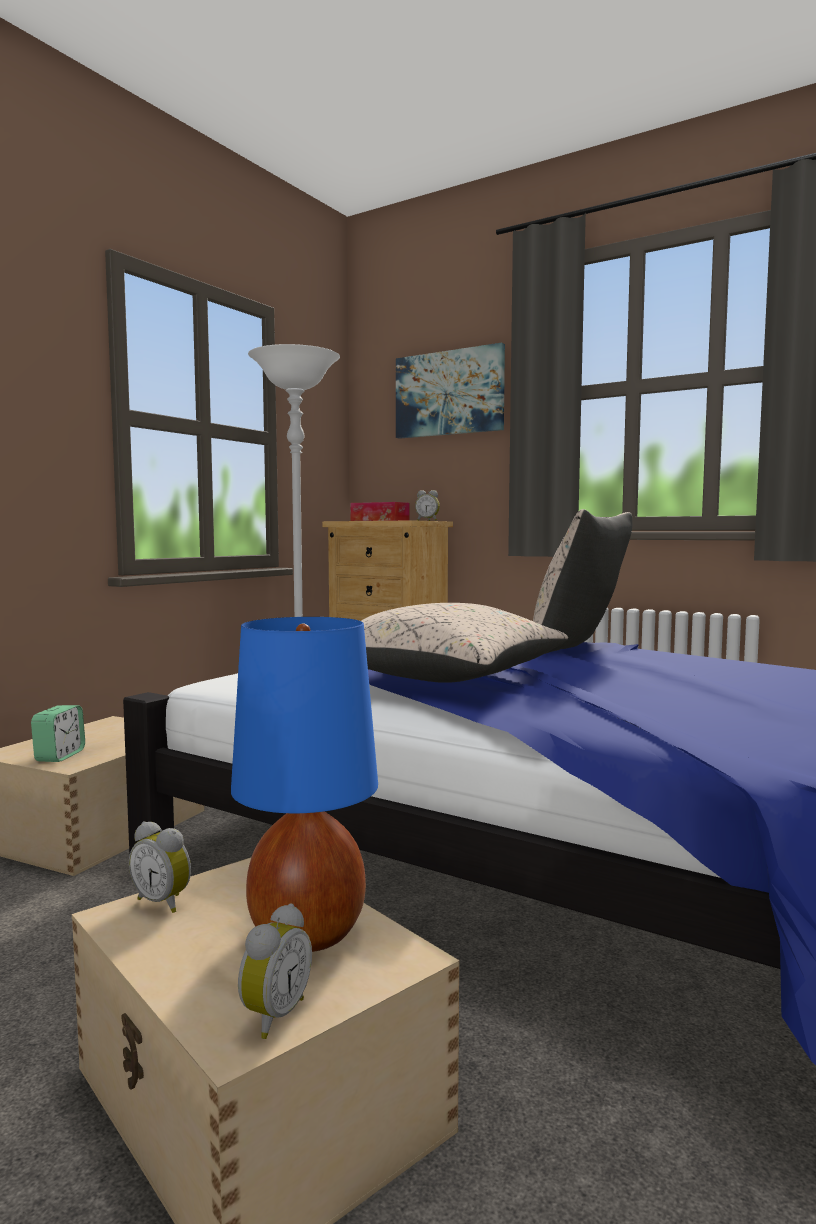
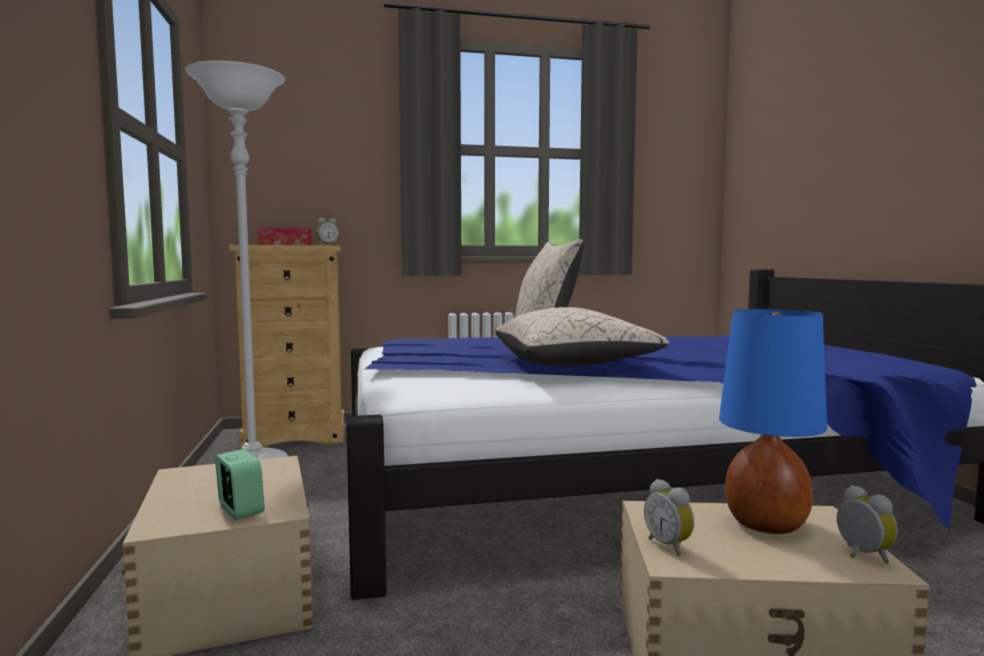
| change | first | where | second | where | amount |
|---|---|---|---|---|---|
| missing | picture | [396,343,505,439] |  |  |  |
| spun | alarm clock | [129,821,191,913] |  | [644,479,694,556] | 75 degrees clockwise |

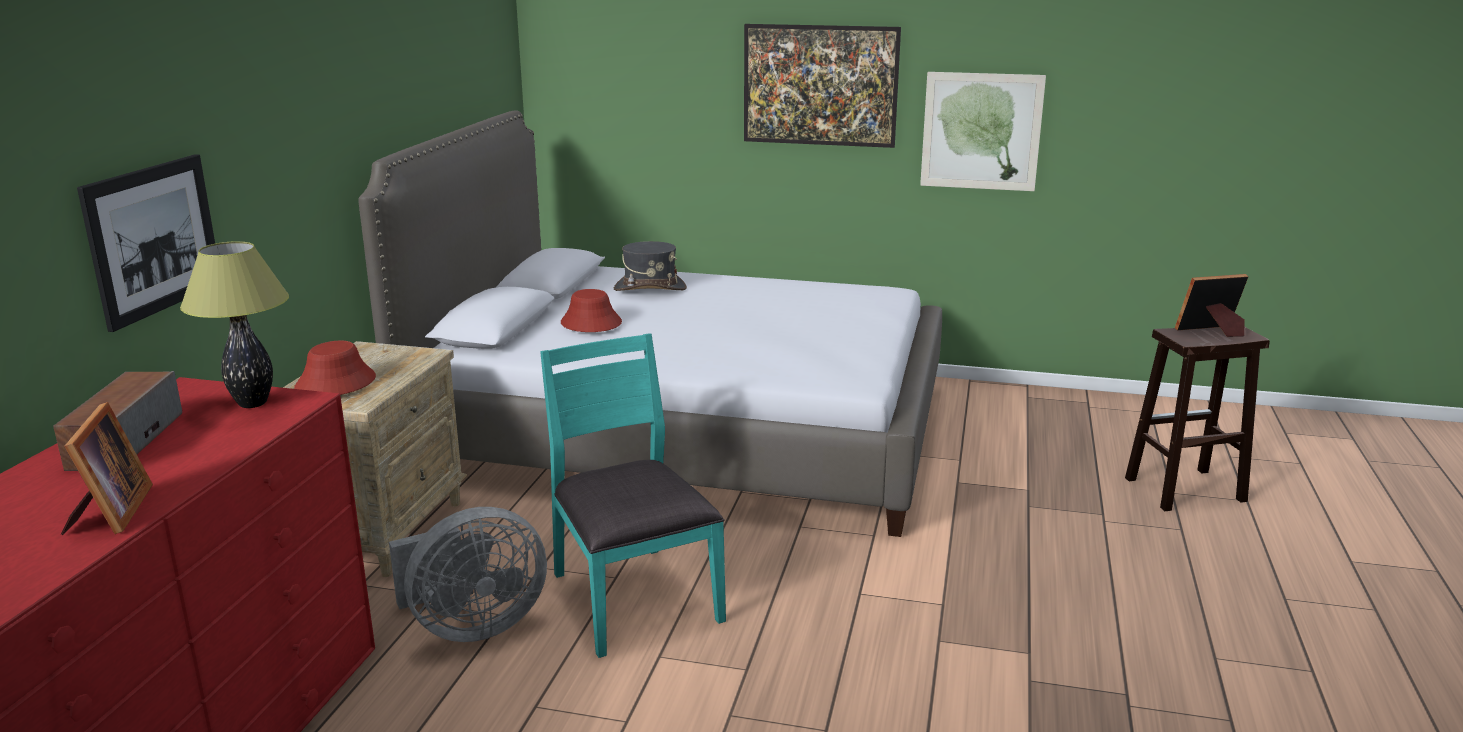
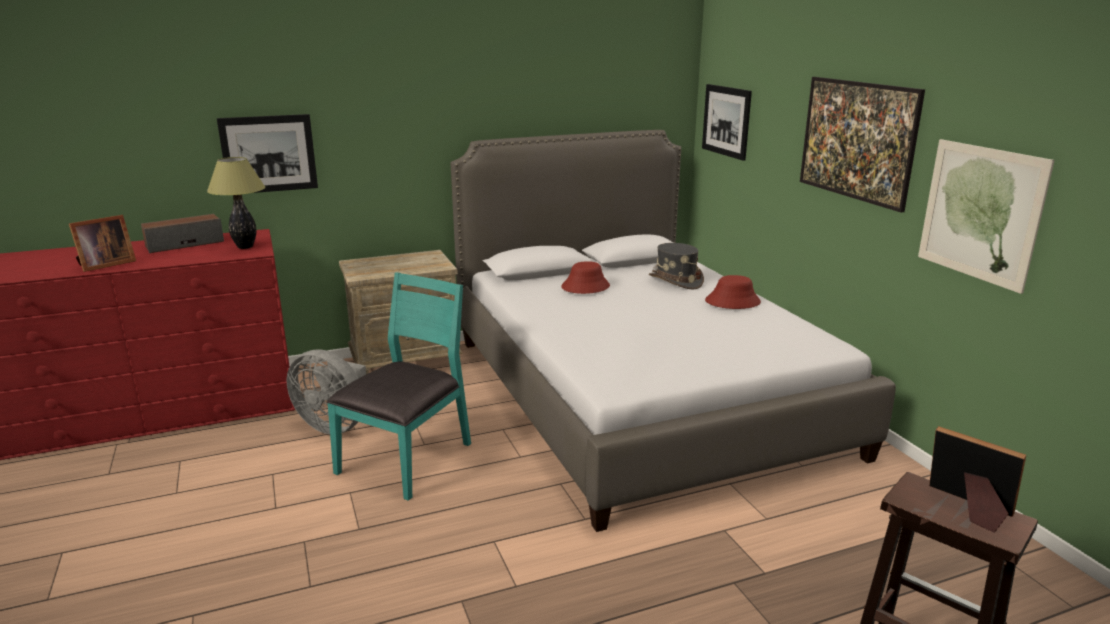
| change | first | where | second | where | amount |
|---|---|---|---|---|---|
| appeared |  |  | picture | [702,84,752,161] |  |
| relocated | hat (red) | [294,341,376,395] |  | [705,275,761,309] |  |

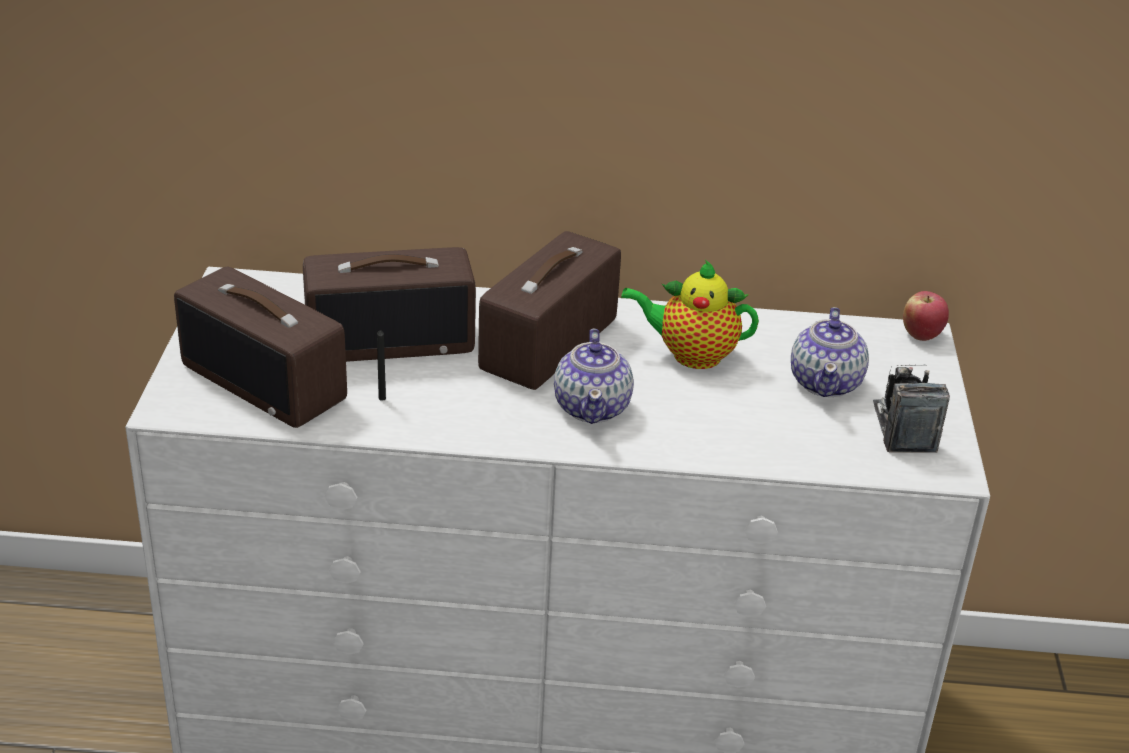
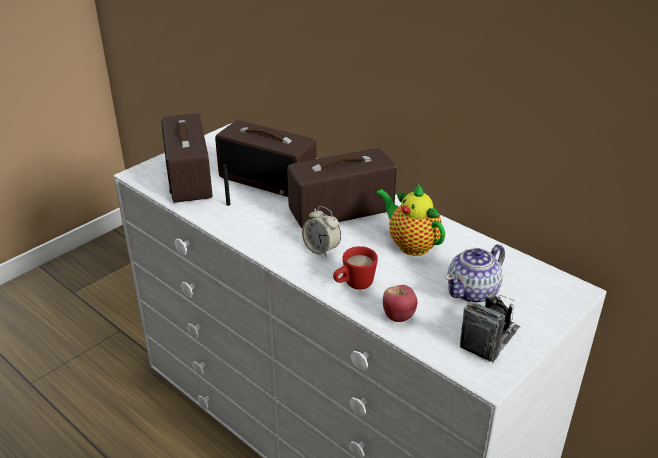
| change | first | where | second | where | amount |
|---|---|---|---|---|---|
| appeared |  |  | mug (red) | [333,246,378,290] |  |
| relocated | apple | [903,291,949,341] |  | [383,285,418,322] |  |
| exchanged | teapot | [554,329,634,424] | alarm clock | [302,206,341,258] |  |

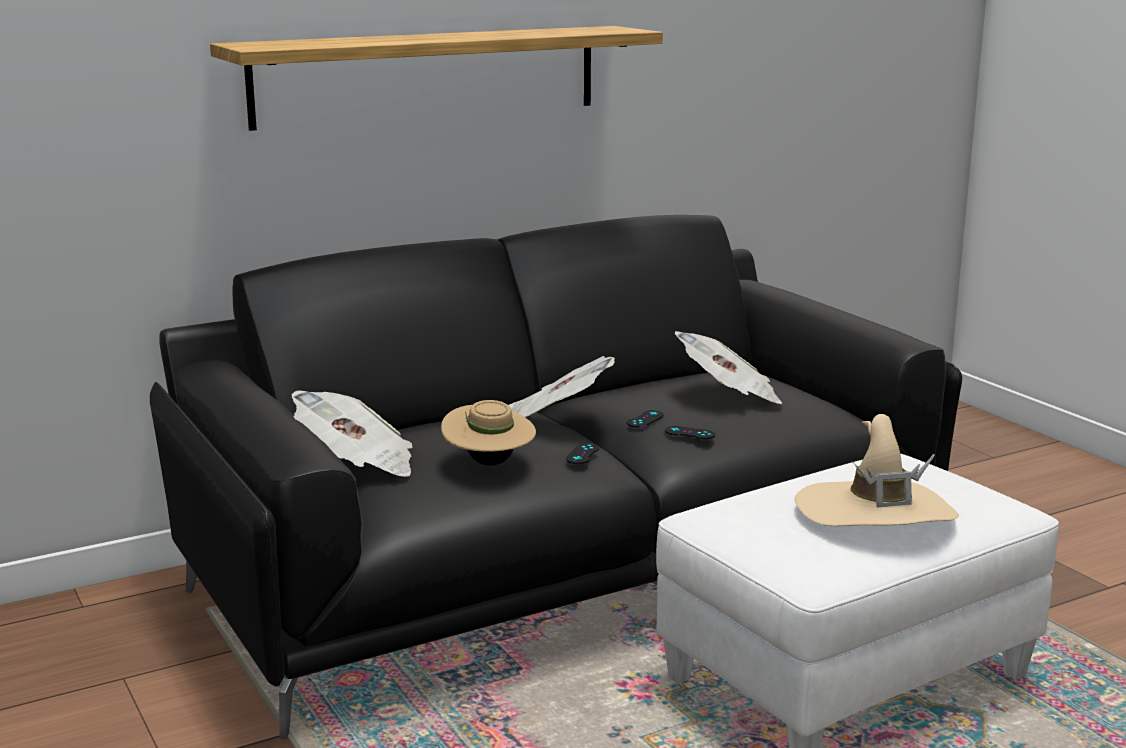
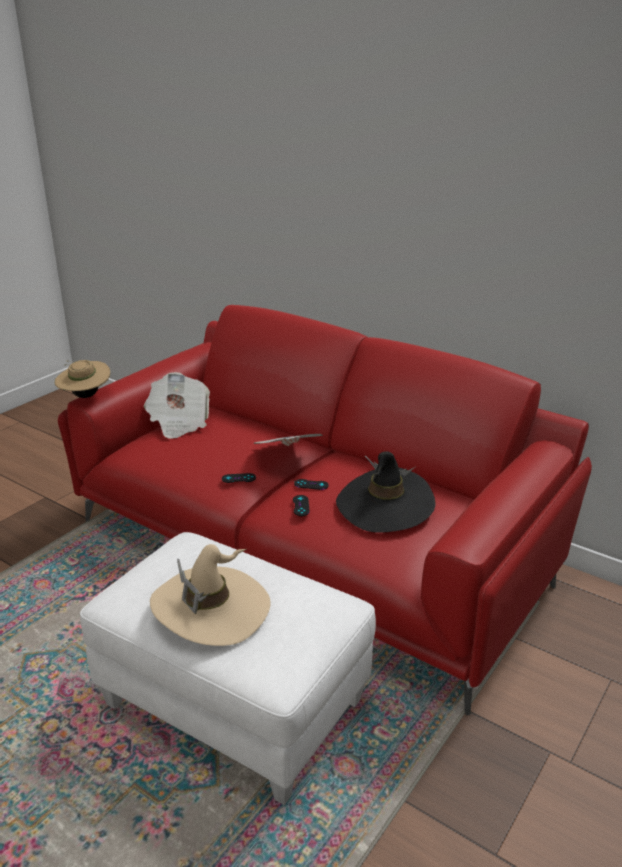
| change | first | where | second | where | amount |
|---|---|---|---|---|---|
| missing | shelf | [210,26,663,131] |  |  |  |
| relocated | hat (beige) | [441,400,536,465] |  | [55,360,110,398] |  |
| exchanged | newspaper | [675,331,783,404] | hat (black) | [336,451,436,533] |  |
| colour | sofa (black) | [150,215,962,740] | sofa (red) | [58,305,592,715] |  |

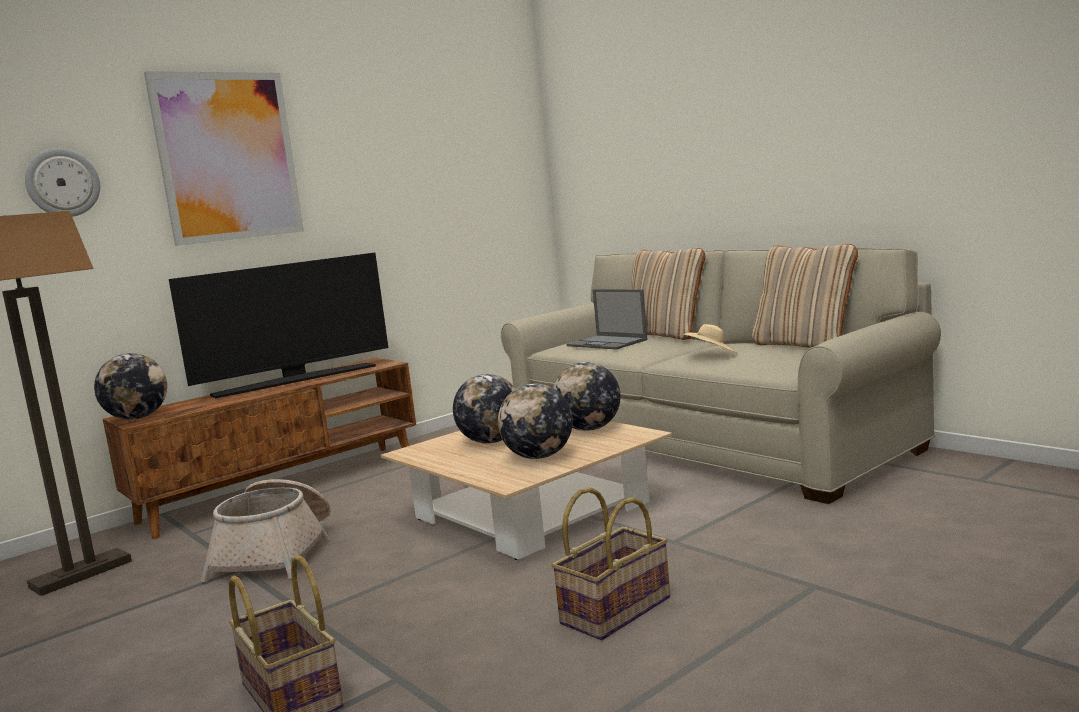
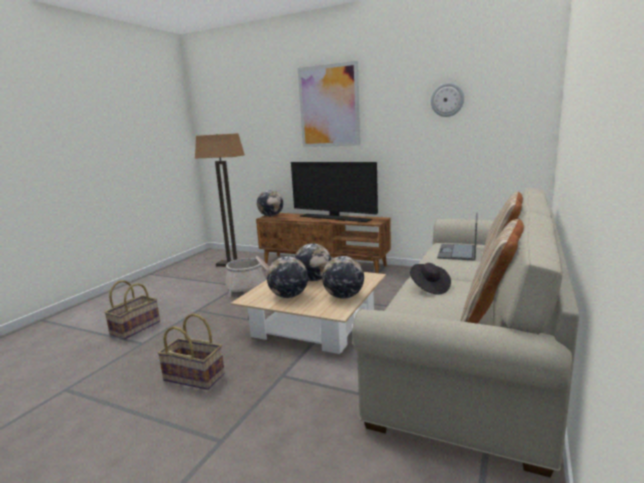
| change | first | where | second | where | amount |
|---|---|---|---|---|---|
| relocated | wall clock | [25,148,100,217] |  | [431,83,464,117] |  |
| colour | hat (beige) | [682,324,738,354] | hat (black) | [410,263,451,295] |  |

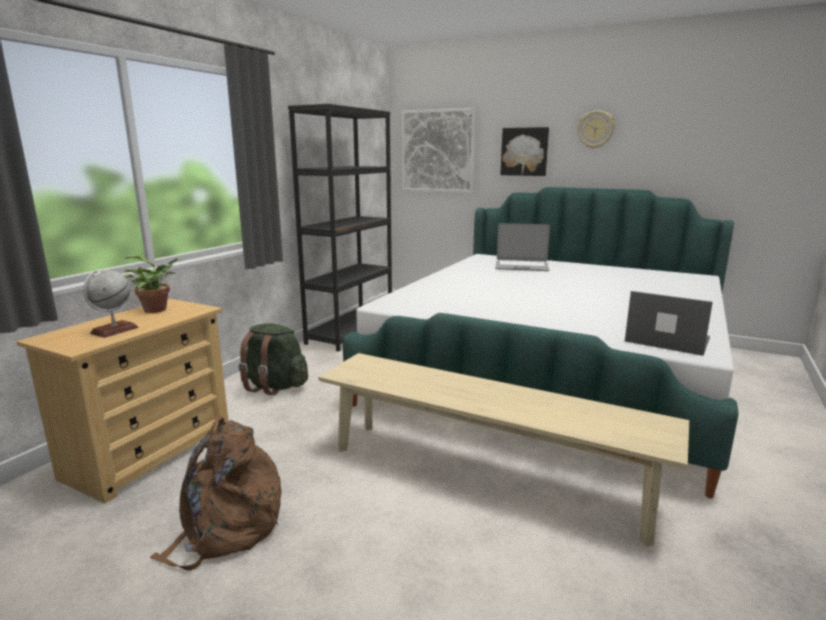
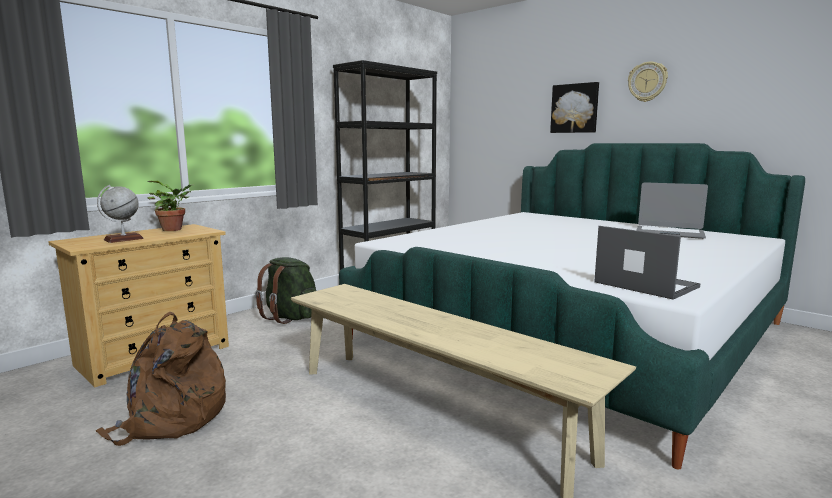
| change | first | where | second | where | amount |
|---|---|---|---|---|---|
| missing | picture | [401,108,476,193] |  |  |  |
| relocated | laptop | [495,223,550,271] |  | [637,182,708,239] |  |

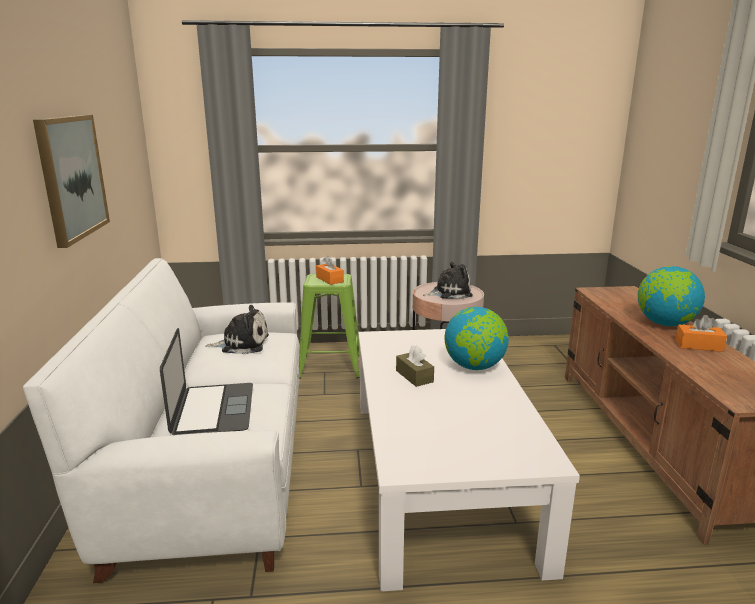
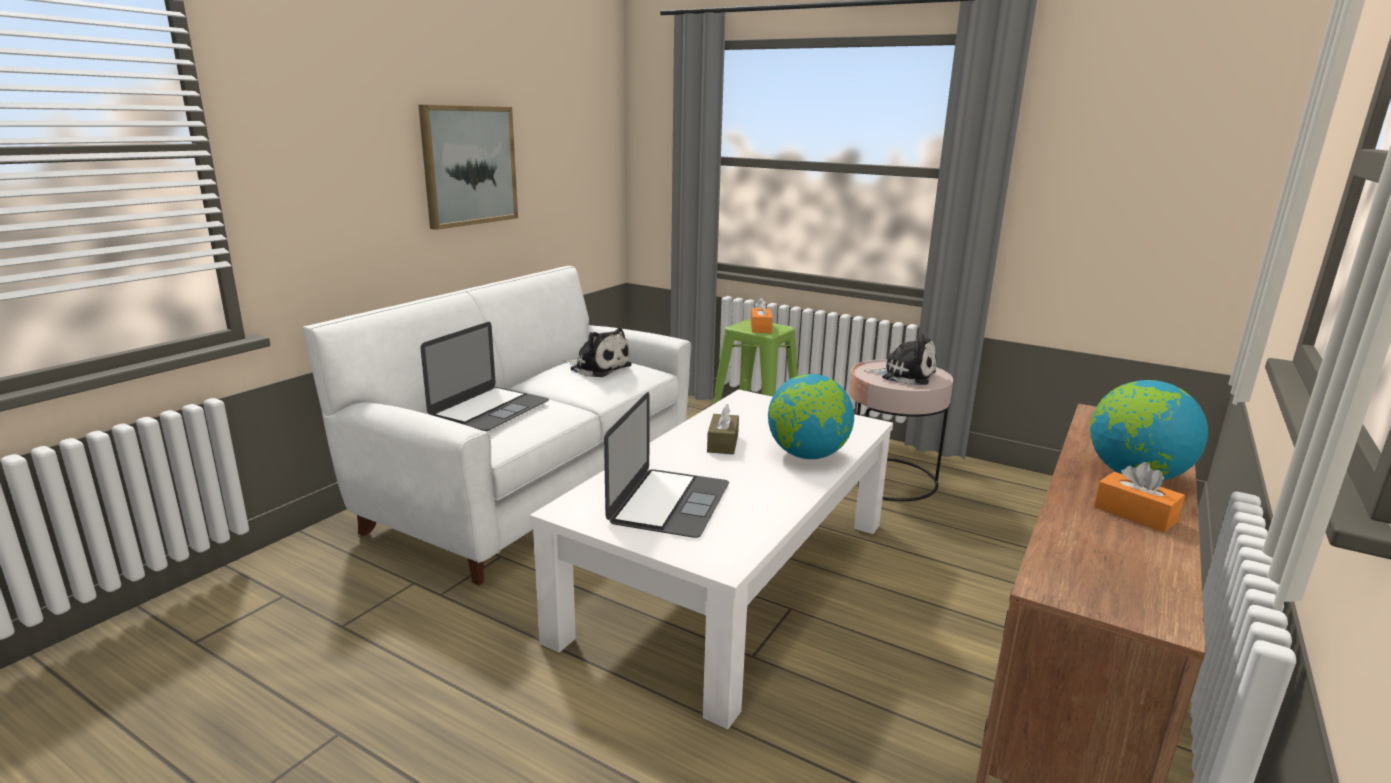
| change | first | where | second | where | amount |
|---|---|---|---|---|---|
| appeared |  |  | laptop | [604,392,729,538] |  |

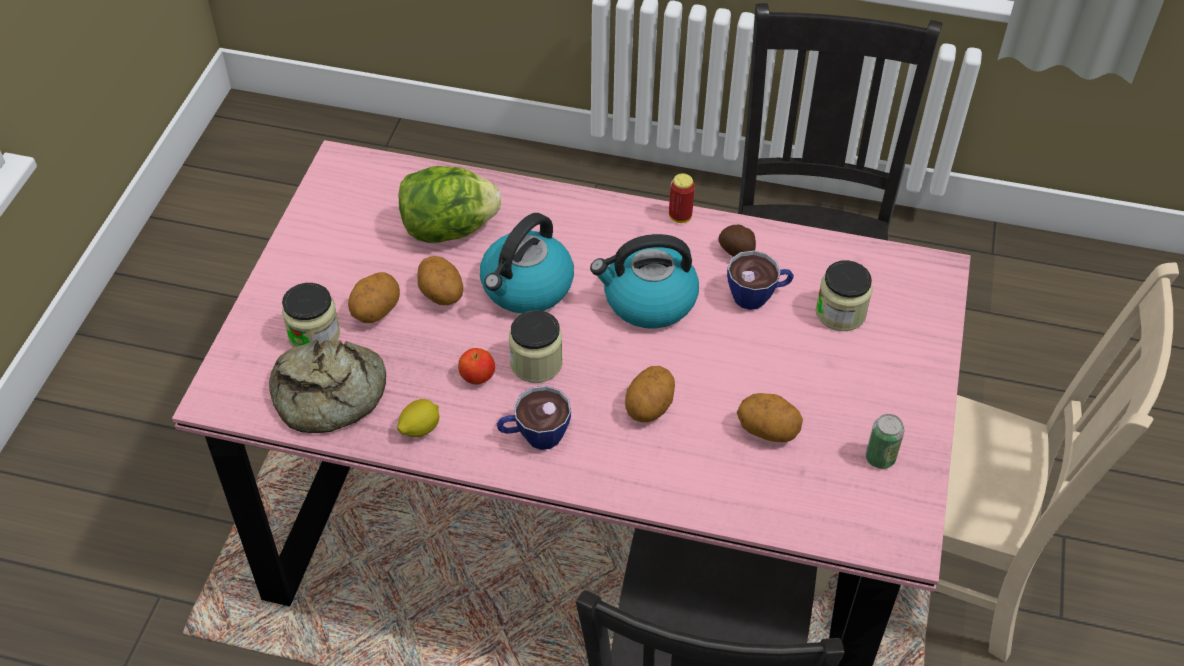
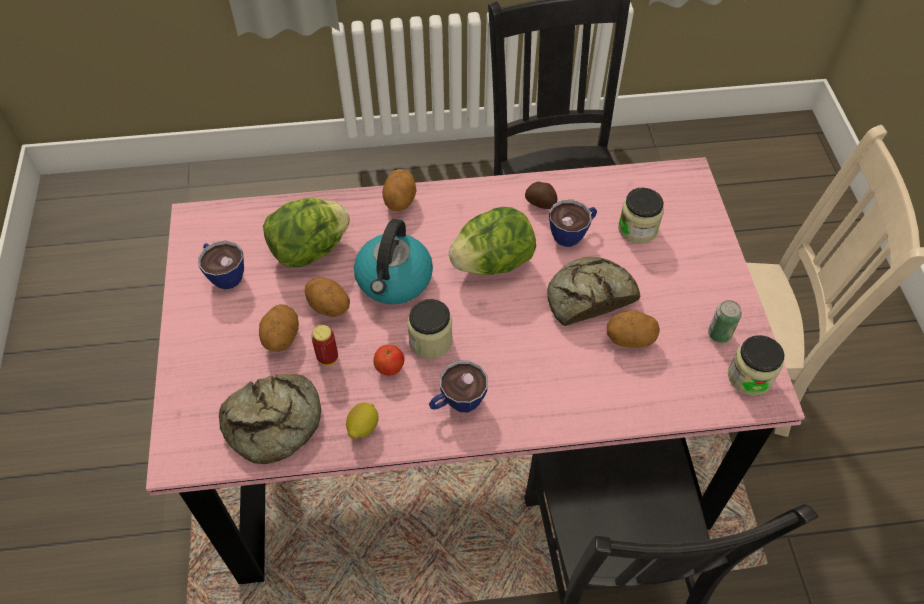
| change | first | where | second | where | amount |
|---|---|---|---|---|---|
| appeared |  |  | cup | [198,241,244,289] |  |
| appeared |  |  | bread | [547,257,640,326] |  |
| relocated | jar | [282,283,340,348] |  | [728,335,785,396] |  |
| relocated | potato | [625,366,675,422] |  | [382,169,416,211] |  |
| relocated | can | [669,173,695,223] |  | [311,325,338,366] |  |
| exchanged | kettle | [590,234,699,329] | lettuce | [449,207,536,275] |  |

